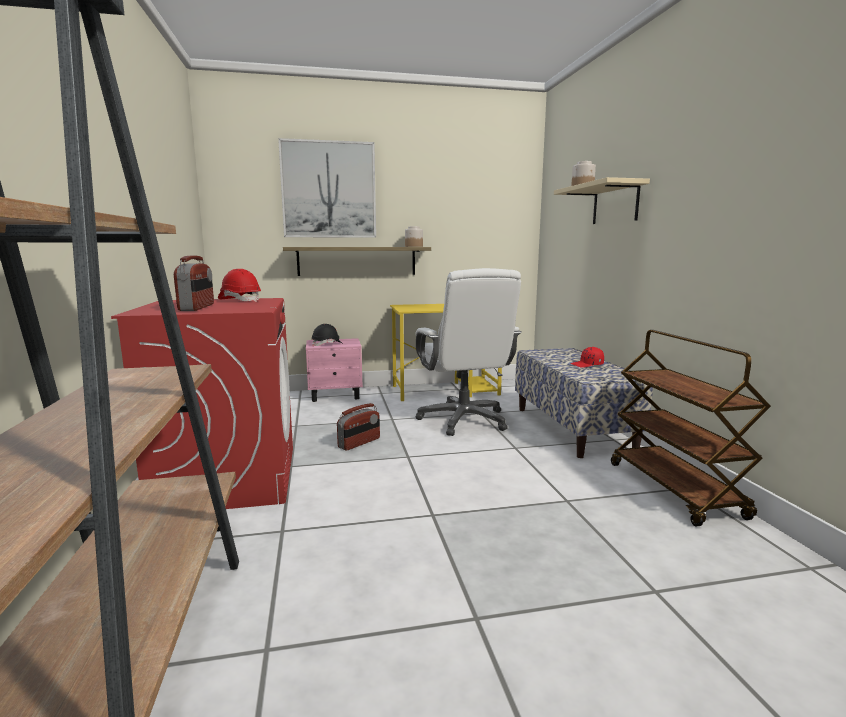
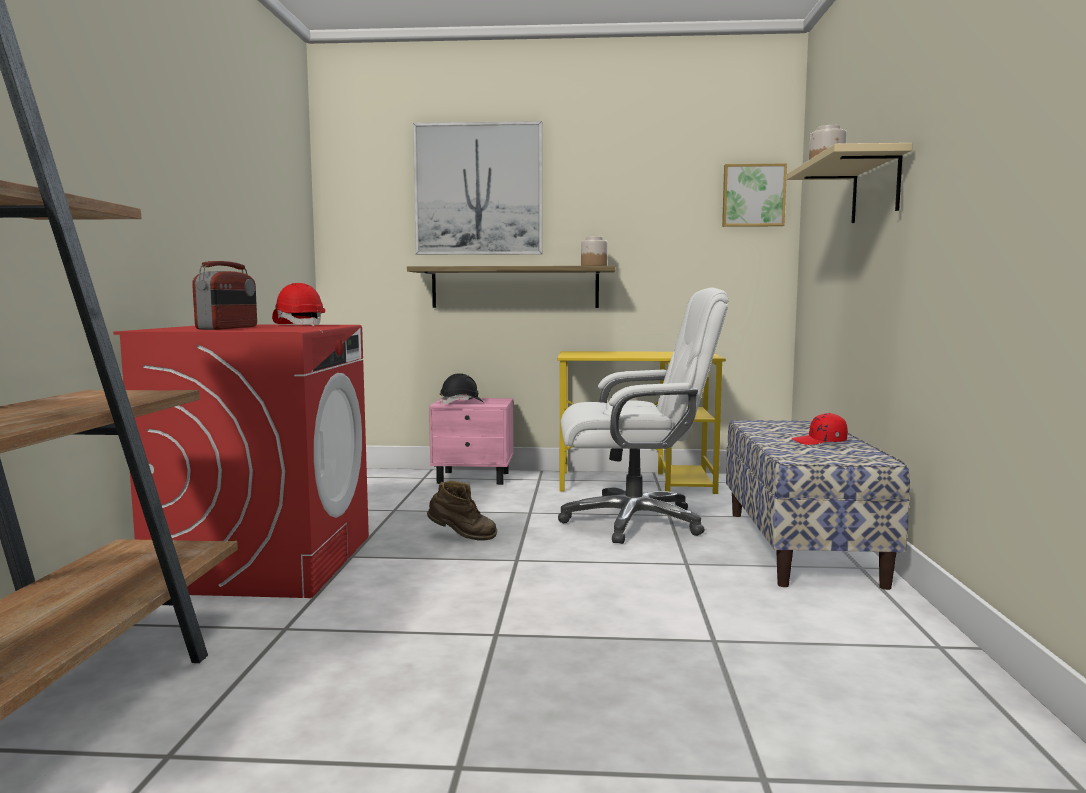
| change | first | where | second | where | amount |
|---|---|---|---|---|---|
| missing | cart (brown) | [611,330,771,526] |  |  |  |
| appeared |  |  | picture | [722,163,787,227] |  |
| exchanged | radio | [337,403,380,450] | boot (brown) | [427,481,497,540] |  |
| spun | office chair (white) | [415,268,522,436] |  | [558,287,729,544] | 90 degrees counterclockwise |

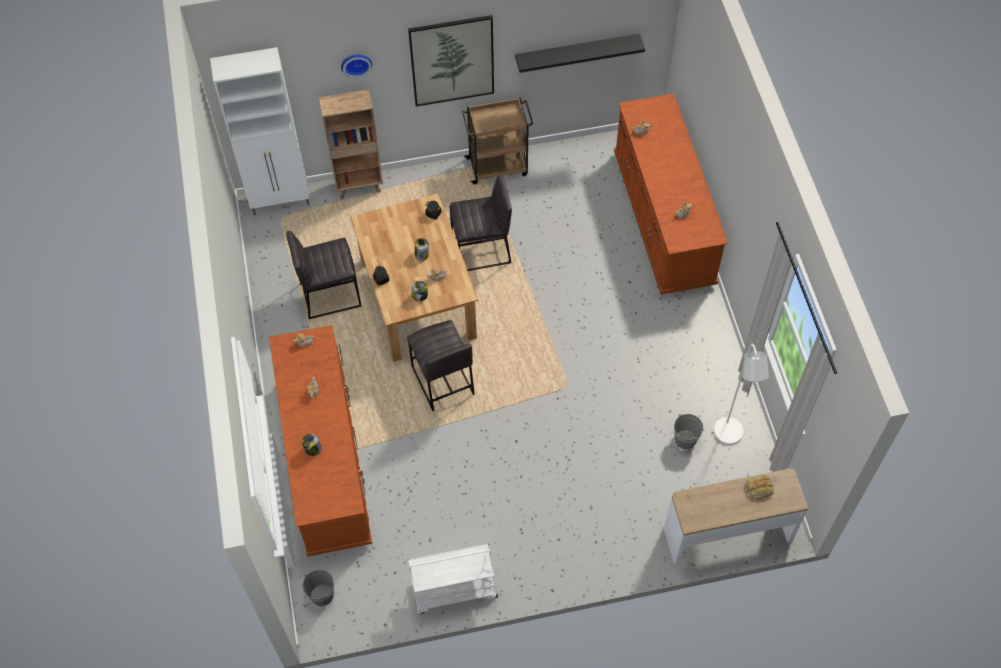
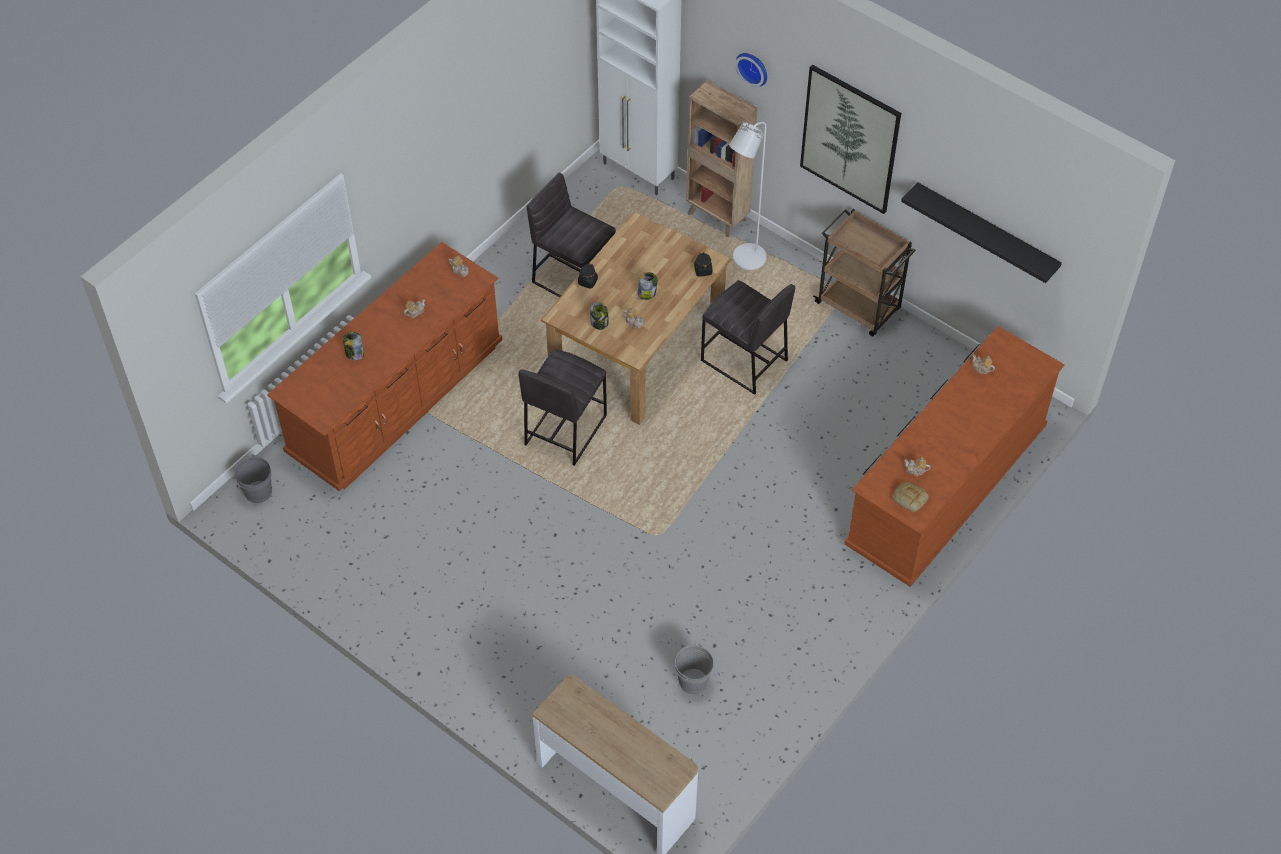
| change | first | where | second | where | amount |
|---|---|---|---|---|---|
| missing | cart (white) | [408,544,498,614] |  |  |  |
| relocated | floor lamp (white) | [714,344,769,445] |  | [729,122,767,270] |  |
| relocated | bread | [746,475,774,499] |  | [892,482,929,512] |  |

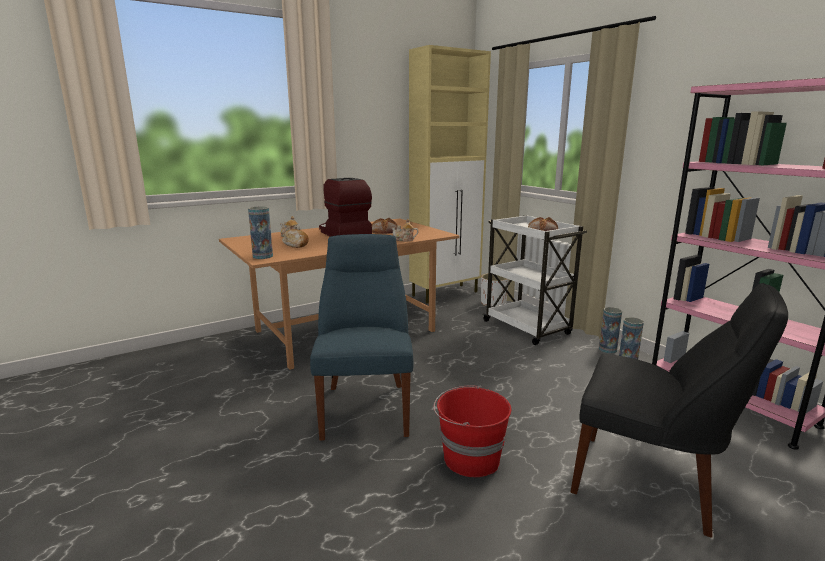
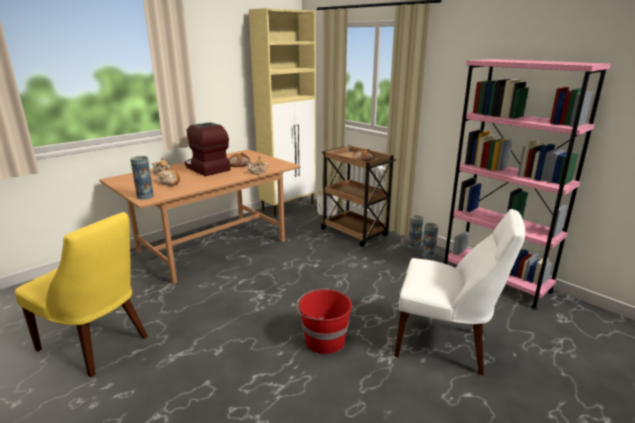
| change | first | where | second | where | amount |
|---|---|---|---|---|---|
| missing | chair (blue) | [310,234,414,441] |  |  |  |
| appeared |  |  | chair (yellow) | [15,212,148,378] |  |
| colour | cart (white) | [483,215,587,345] | cart (brown) | [320,145,396,247] |  |
| colour | chair (black) | [571,283,788,538] | chair (white) | [394,209,525,375] |  |

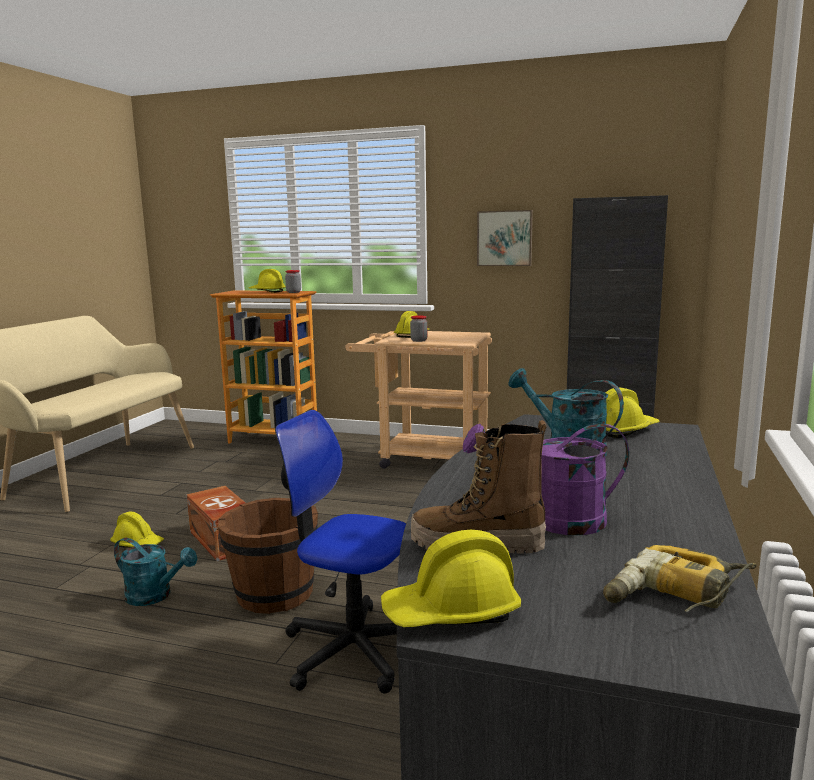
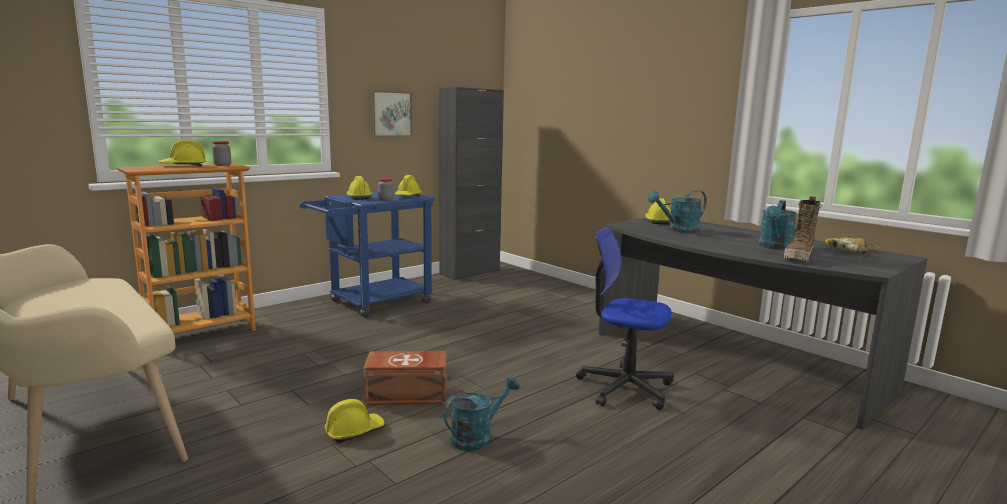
| change | first | where | second | where | amount |
|---|---|---|---|---|---|
| missing | bucket (brown) | [218,498,318,614] |  |  |  |
| relocated | hard hat (yellow) | [381,530,521,627] |  | [394,175,422,196] |  |
| colour | cart (beige) | [345,331,492,469] | cart (blue) | [300,190,435,318] |  |
| colour | watering can (purple) | [463,424,629,535] | watering can (turquoise) | [759,200,797,250] |  |
| spun | office chair | [275,410,406,693] |  | [576,227,674,410] | 60 degrees clockwise |

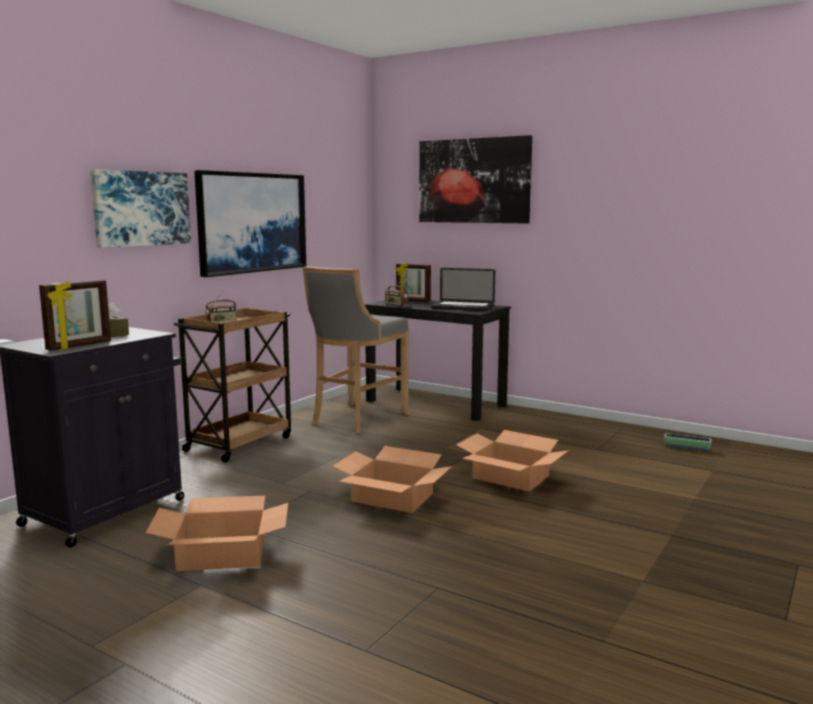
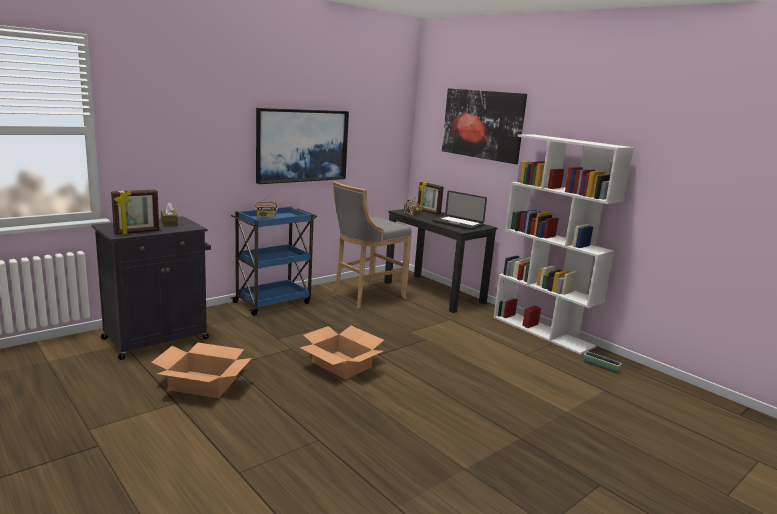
| change | first | where | second | where | amount |
|---|---|---|---|---|---|
| missing | picture | [90,169,191,248] |  |  |  |
| missing | cardboard box | [456,430,569,491] |  |  |  |
| appeared |  |  | bookcase (white) | [493,135,634,355] |  |
| colour | cart (brown) | [174,307,291,462] | cart (blue) | [231,206,317,316] |  |

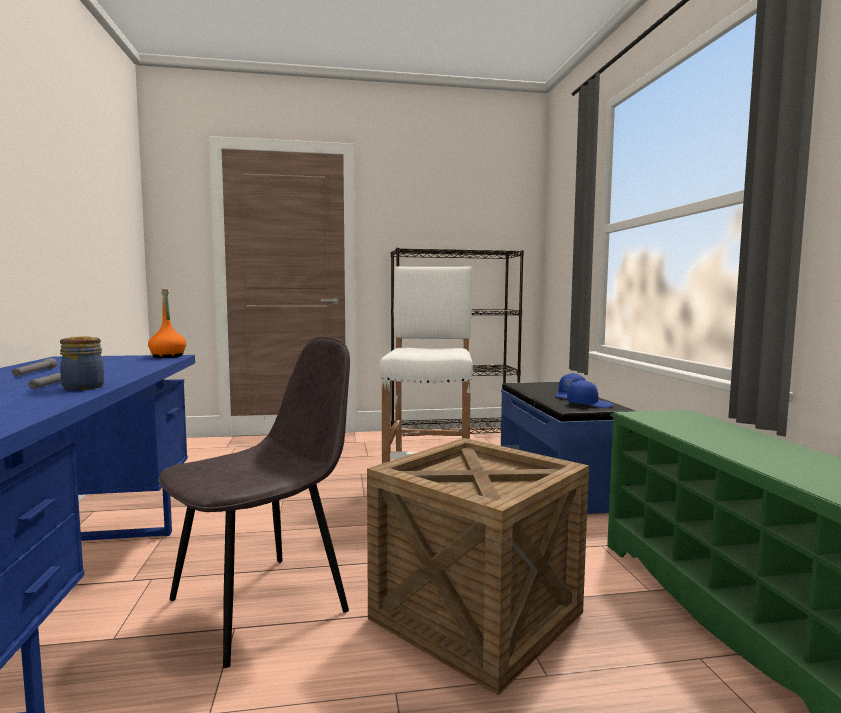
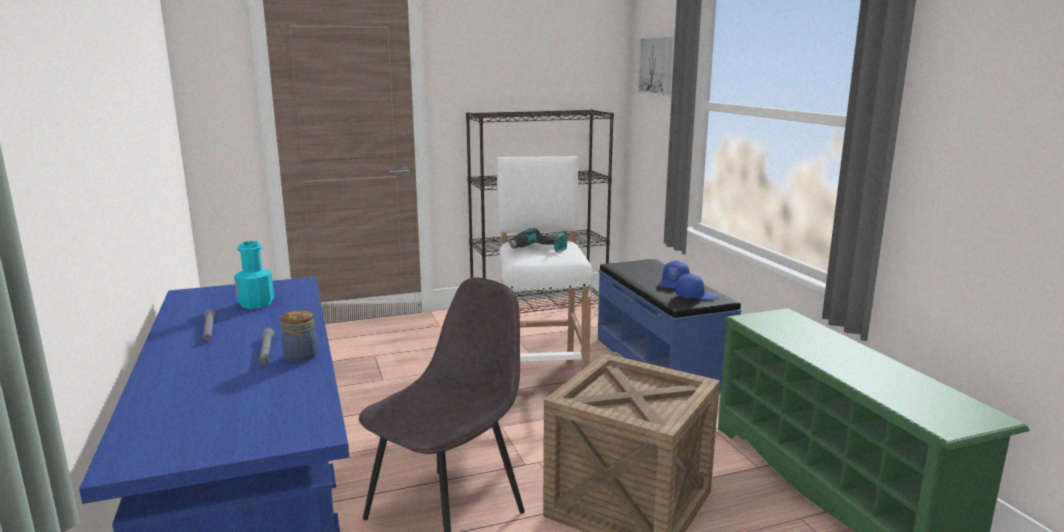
| change | first | where | second | where | amount |
|---|---|---|---|---|---|
| missing | bottle (orange) | [148,289,187,358] |  |  |  |
| appeared |  |  | bottle (turquoise) | [234,241,274,309] |  |
| appeared |  |  | power drill | [510,228,567,253] |  |
| appeared |  |  | picture | [637,37,672,95] |  |

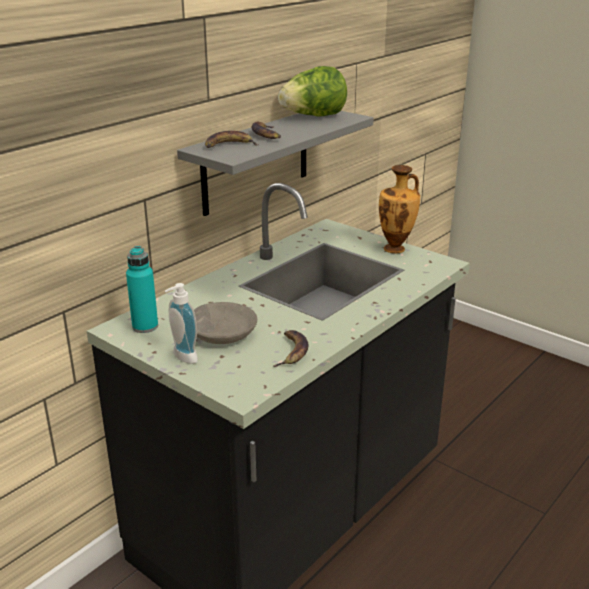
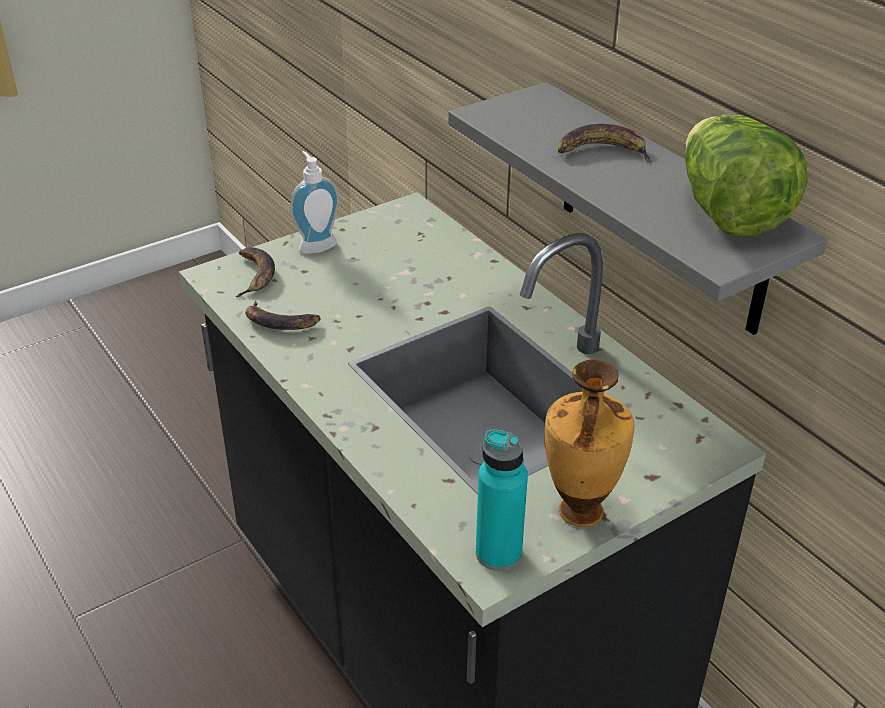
| change | first | where | second | where | amount |
|---|---|---|---|---|---|
| missing | bowl (grey) | [194,302,257,344] |  |  |  |
| relocated | bottle (turquoise) | [126,246,158,333] |  | [476,429,528,571] |  |
| relocated | banana | [205,131,259,148] |  | [235,247,275,297] |  |

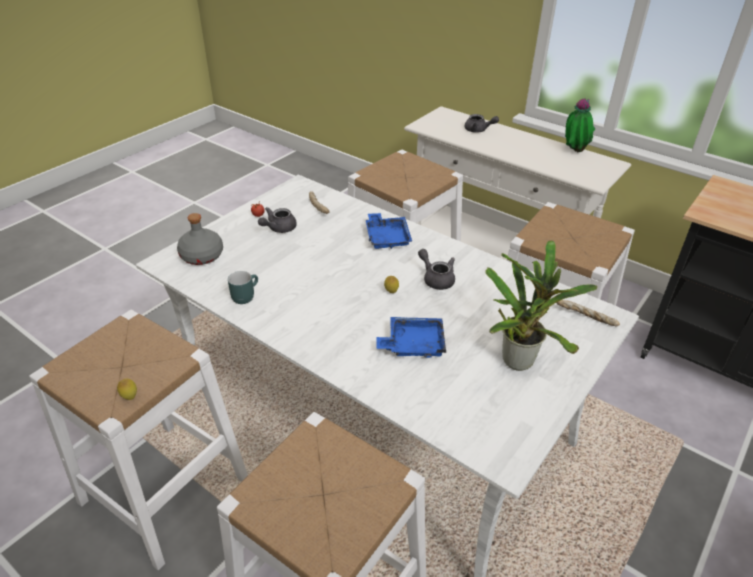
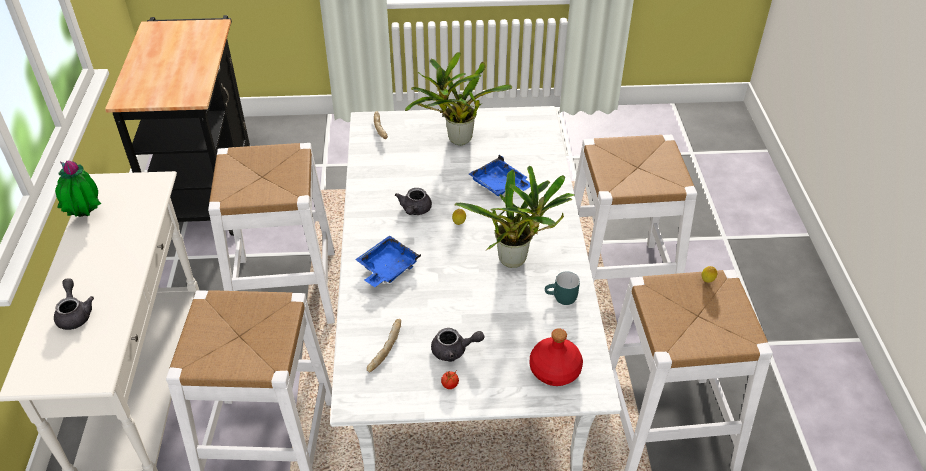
| change | first | where | second | where | amount |
|---|---|---|---|---|---|
| appeared |  |  | potted plant | [454,166,575,268] |  |
| colour | bottle (grey) | [177,213,223,265] | bottle (red) | [530,328,583,386] |  |

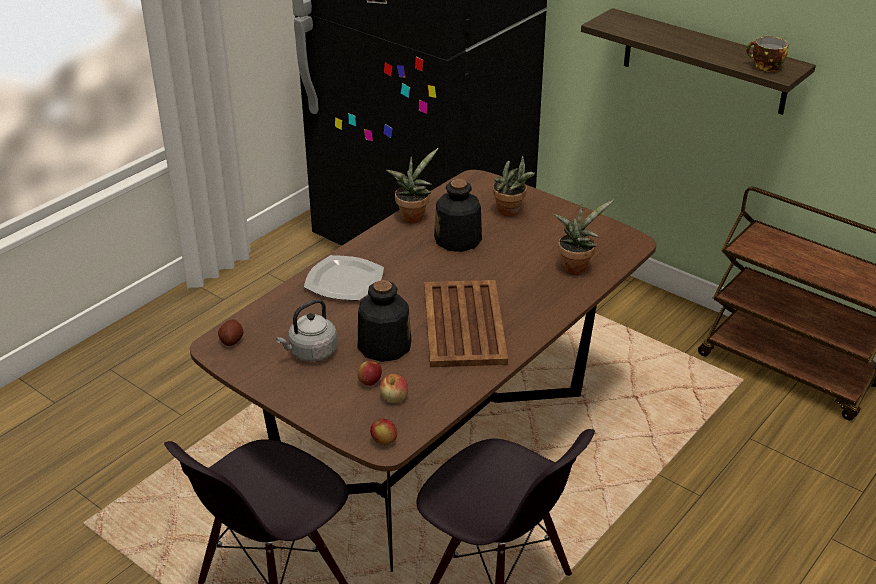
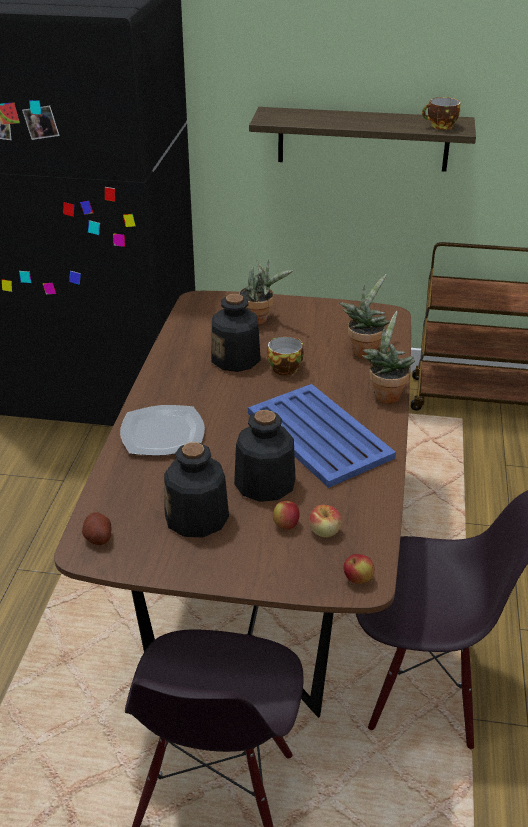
| change | first | where | second | where | amount |
|---|---|---|---|---|---|
| appeared |  |  | cup | [267,336,304,376] |  |
| relocated | potted plant | [386,148,438,223] |  | [362,311,415,403] |  |
| exchanged | kettle (grey) | [276,299,338,361] | bottle | [164,442,229,537] |  |
| colour | tray (brown) | [424,280,508,367] | tray (blue) | [248,384,396,488] |  |

